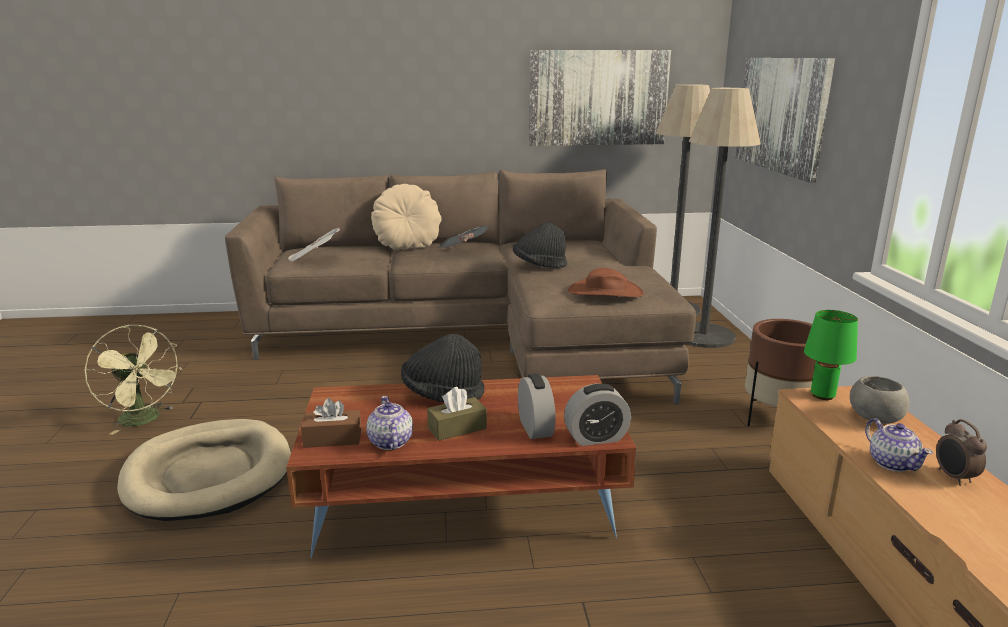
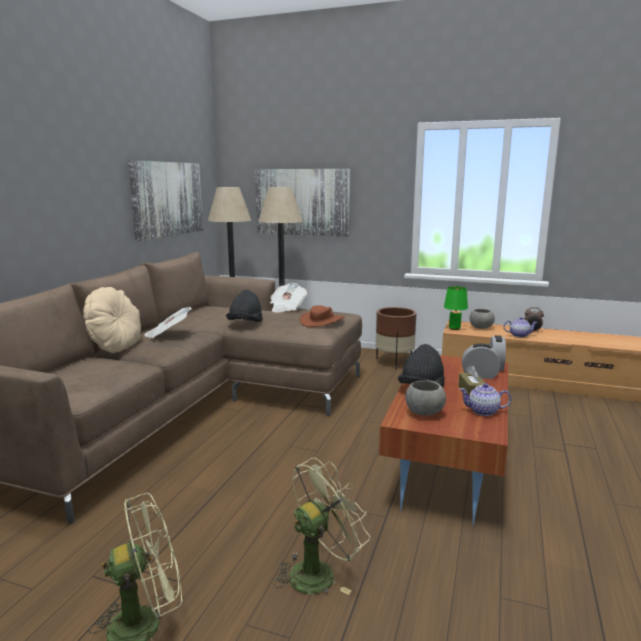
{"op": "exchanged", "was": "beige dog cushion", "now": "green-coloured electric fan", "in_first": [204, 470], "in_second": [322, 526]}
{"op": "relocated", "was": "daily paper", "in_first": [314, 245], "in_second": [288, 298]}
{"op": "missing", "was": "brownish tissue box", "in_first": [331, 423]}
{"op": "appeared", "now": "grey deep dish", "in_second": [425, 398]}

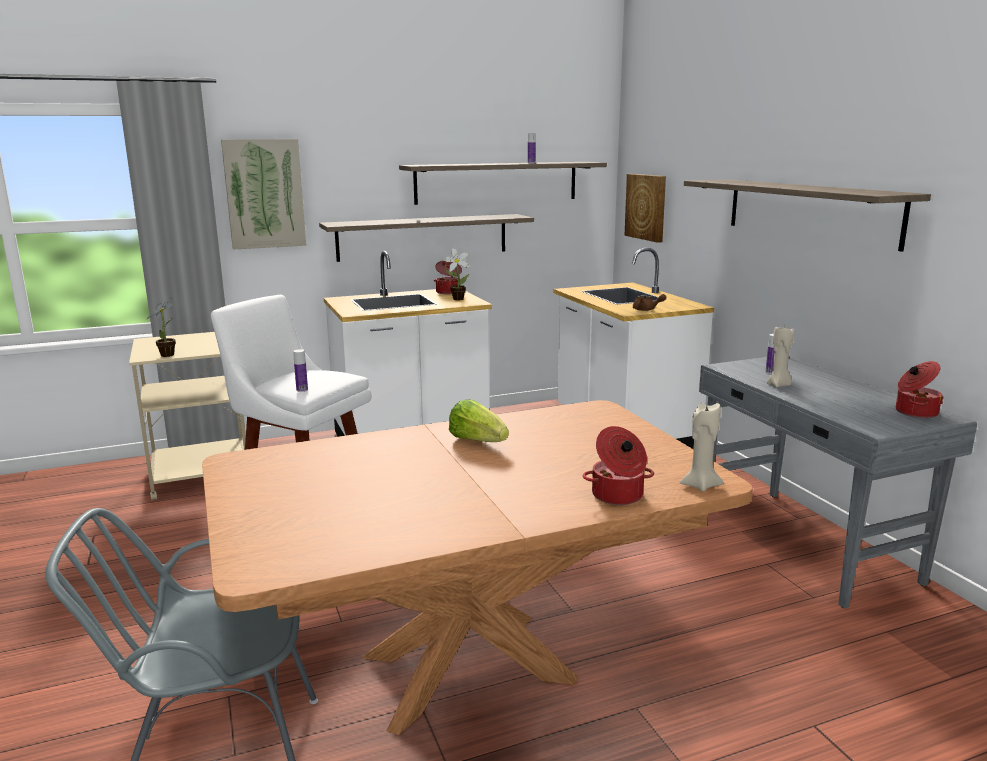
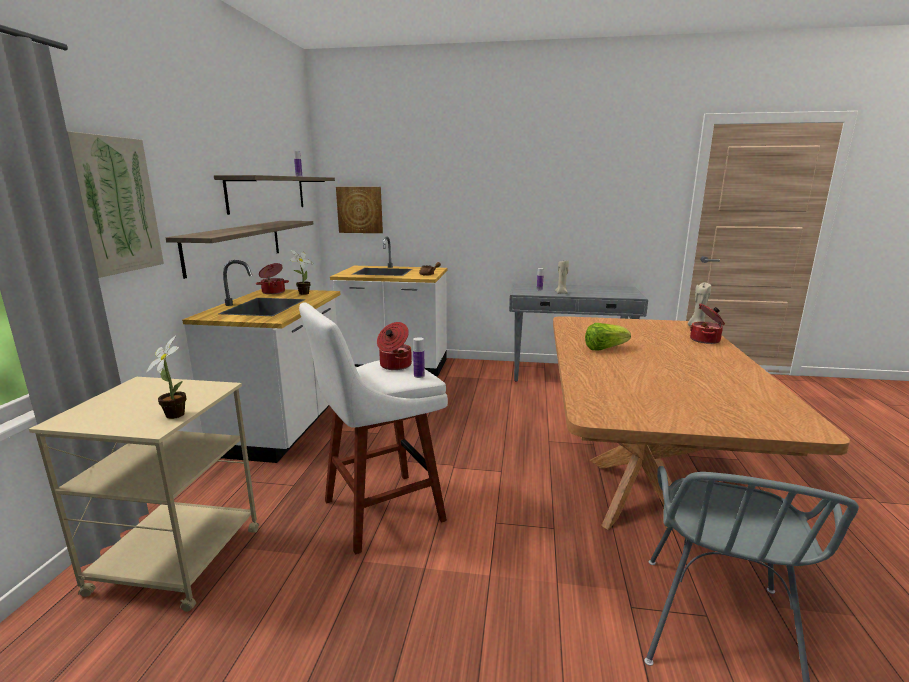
{"op": "missing", "was": "shelf", "in_first": [807, 215]}
{"op": "relocated", "was": "saucepot", "in_first": [920, 389], "in_second": [394, 346]}

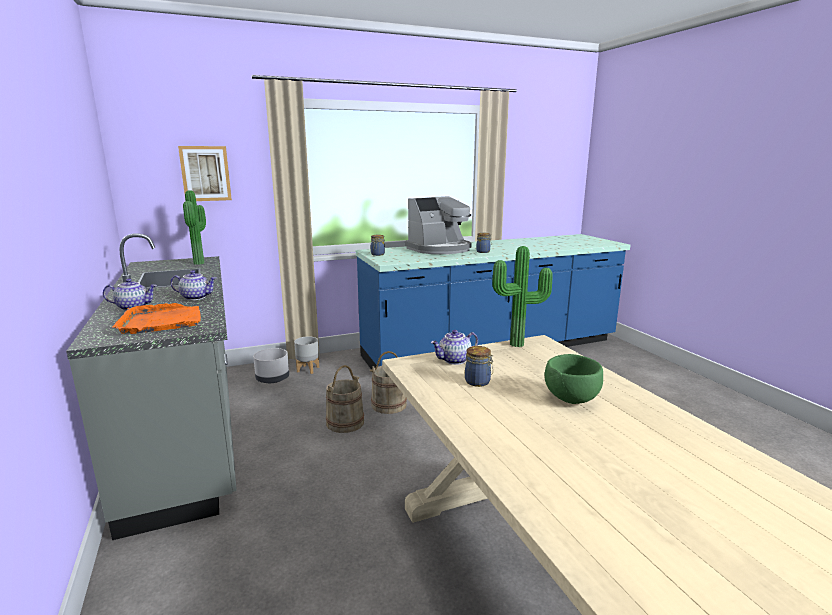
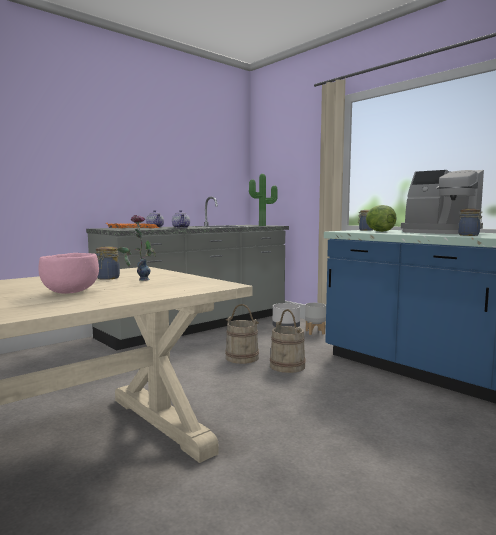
{"op": "missing", "was": "wall picture", "in_first": [205, 173]}
{"op": "missing", "was": "teapot", "in_first": [454, 347]}
{"op": "missing", "was": "houseplant", "in_first": [522, 296]}
{"op": "colour", "was": "green-coloured deep dish", "now": "pink deep dish", "in_first": [574, 379], "in_second": [68, 273]}
{"op": "appeared", "now": "decorative vase", "in_second": [136, 248]}
{"op": "appeared", "now": "lettuce head", "in_second": [381, 218]}

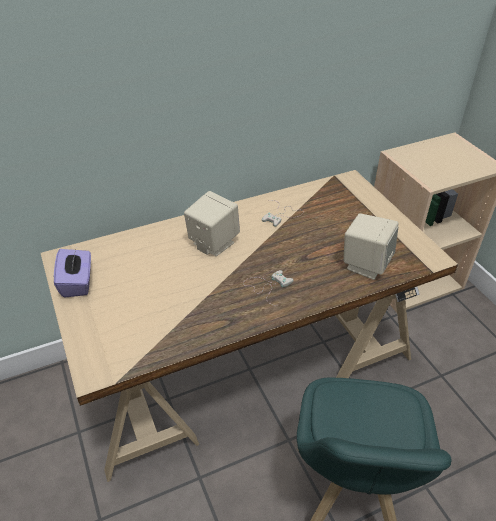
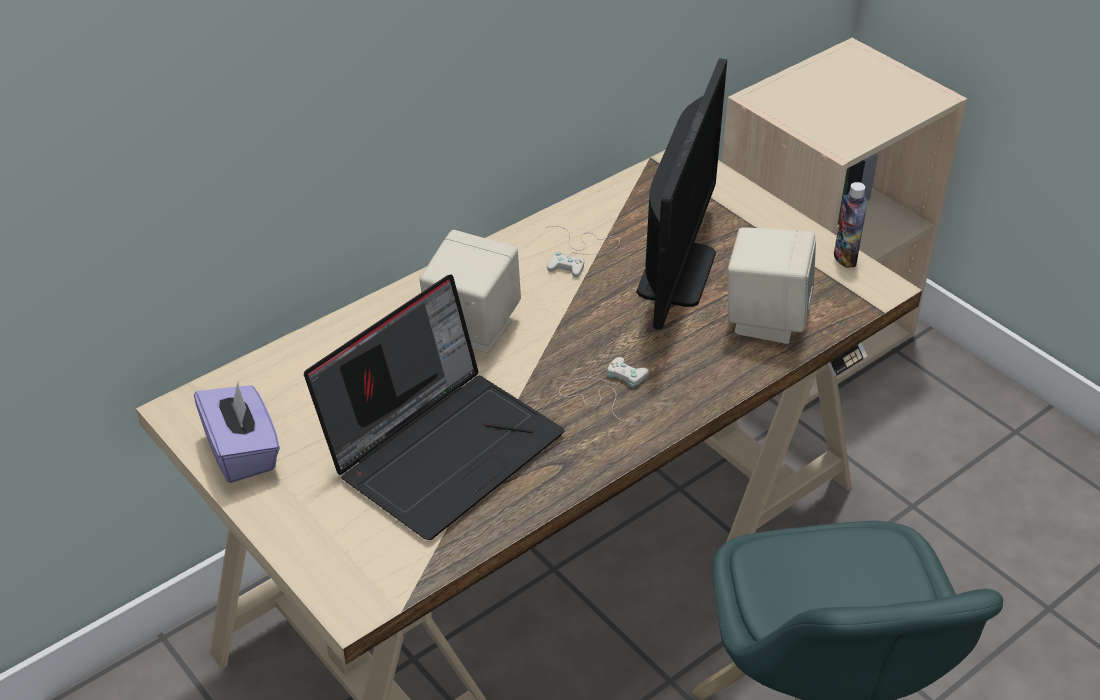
{"op": "appeared", "now": "notebook computer", "in_second": [434, 407]}
{"op": "appeared", "now": "monitor", "in_second": [682, 194]}
{"op": "appeared", "now": "bottle", "in_second": [850, 225]}

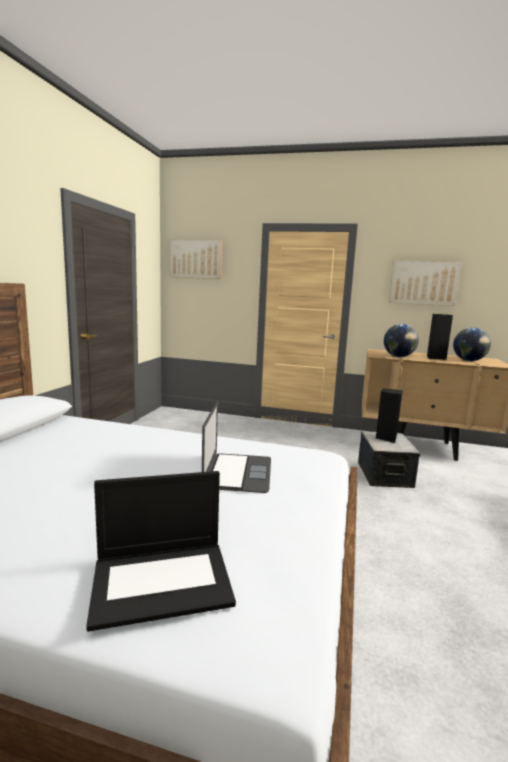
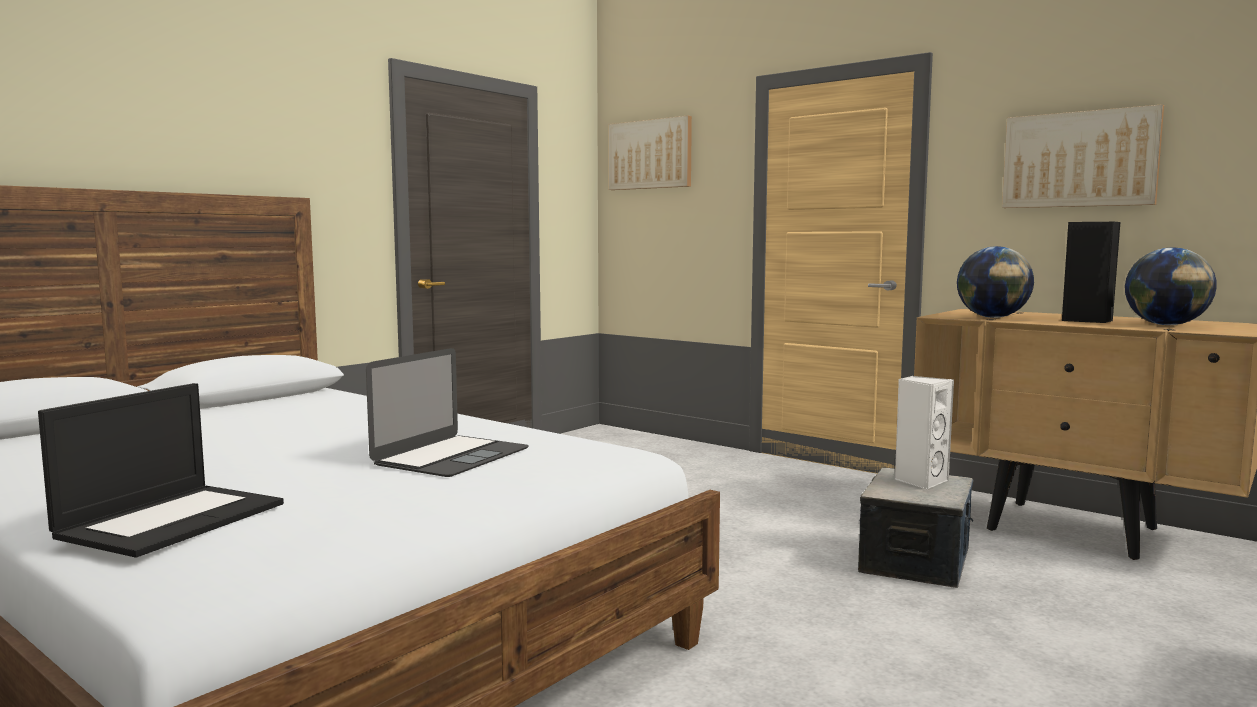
{"op": "spun", "was": "notebook computer", "in_first": [161, 551], "in_second": [161, 470], "clockwise": -75}
{"op": "colour", "was": "black audio speaker", "now": "white audio speaker", "in_first": [389, 416], "in_second": [924, 433]}

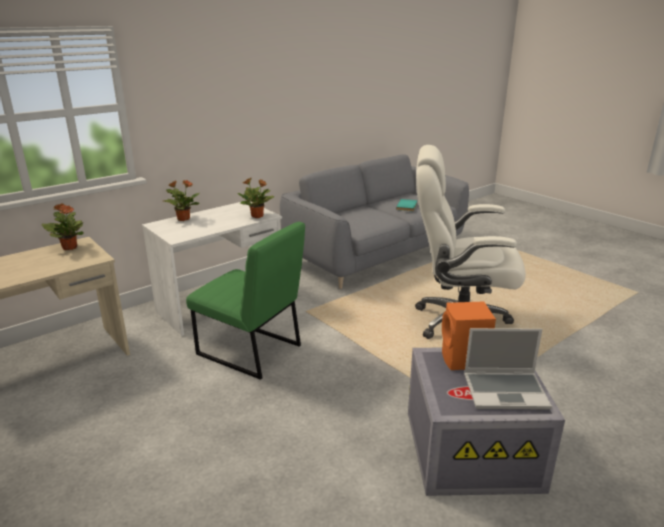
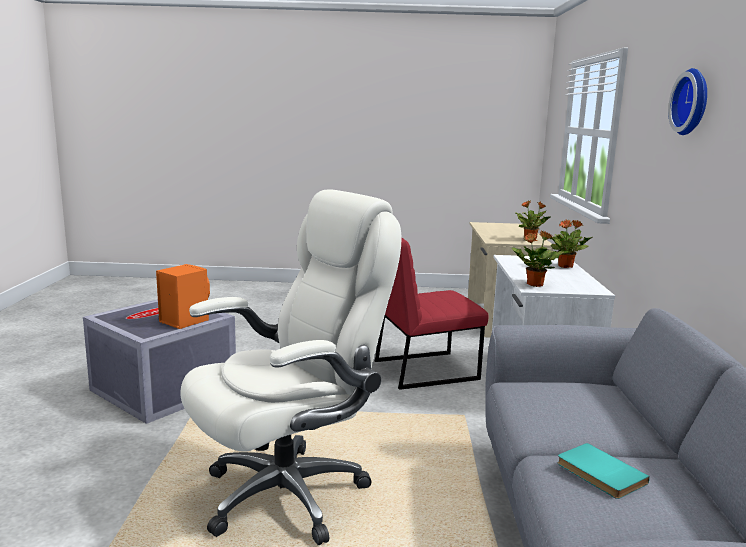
{"op": "colour", "was": "green-coloured upright chair", "now": "red-coloured upright chair", "in_first": [245, 301], "in_second": [431, 314]}
{"op": "missing", "was": "notebook computer", "in_first": [508, 369]}
{"op": "appeared", "now": "hanging clock", "in_second": [687, 101]}

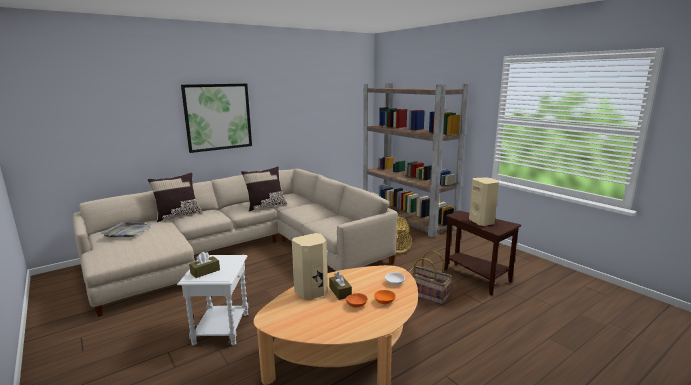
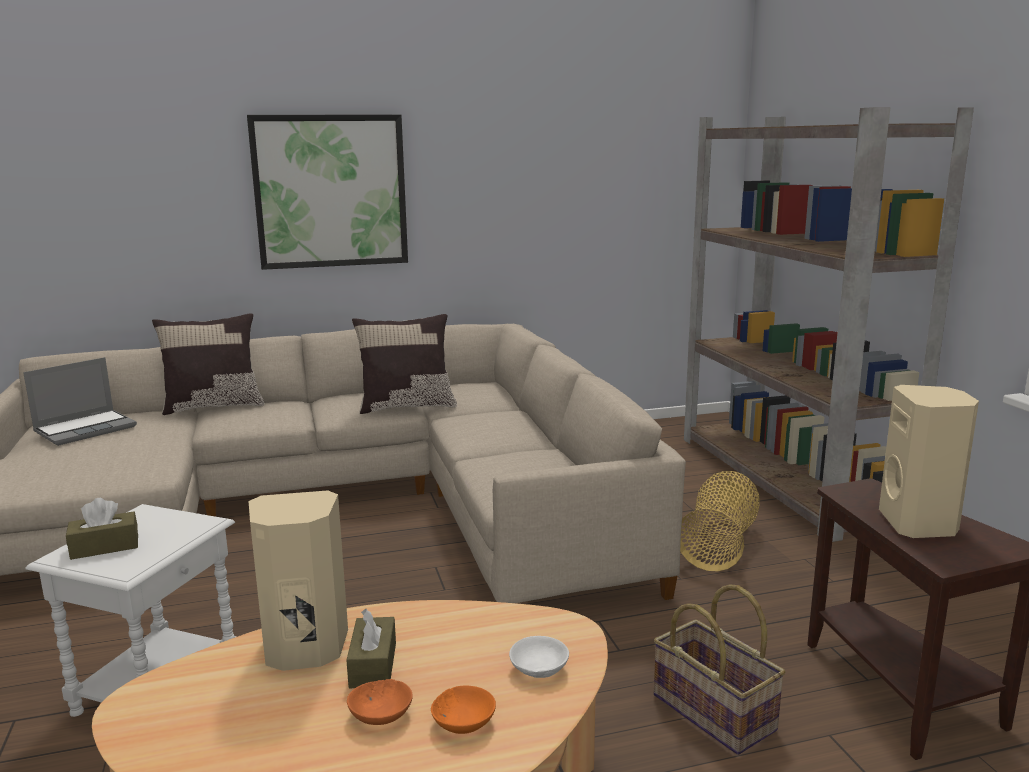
{"op": "exchanged", "was": "grey tray", "now": "notebook computer", "in_first": [126, 229], "in_second": [80, 401]}

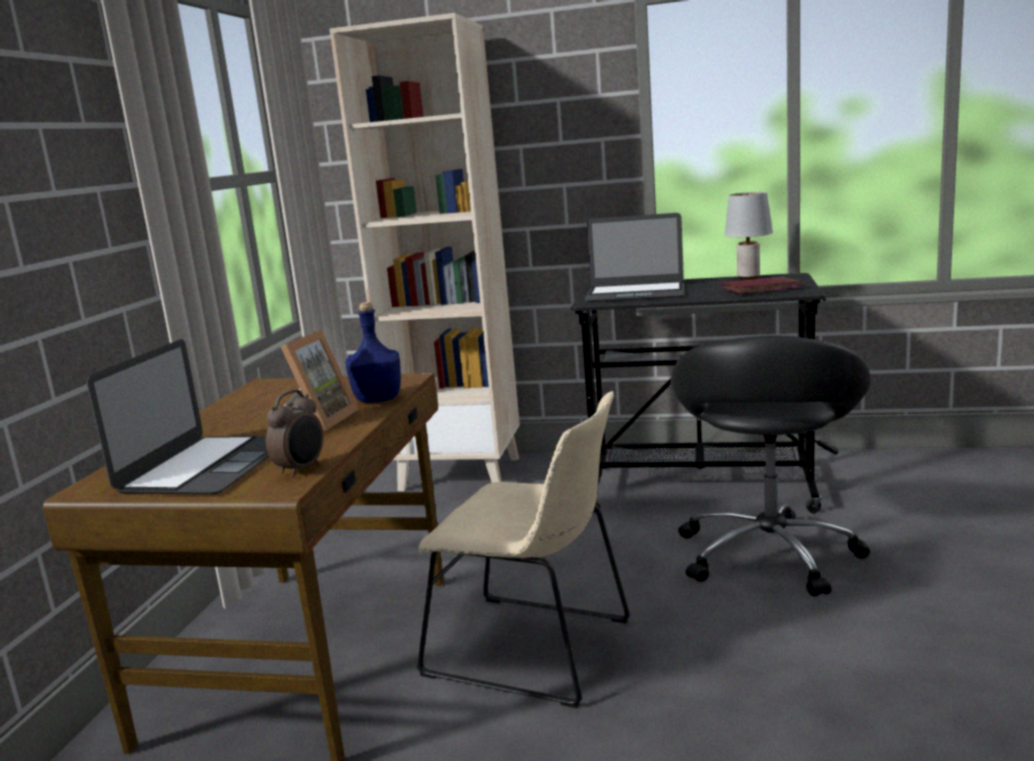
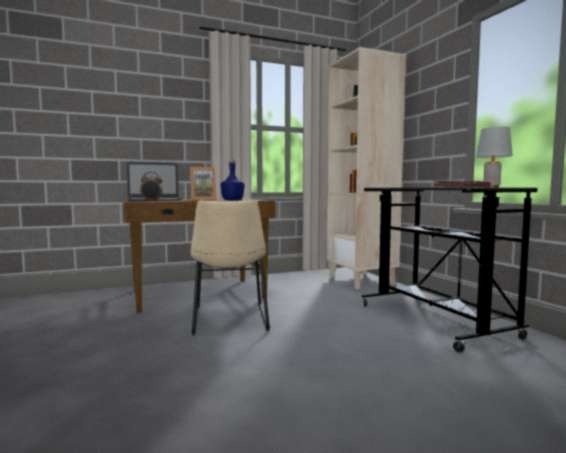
{"op": "missing", "was": "notebook computer", "in_first": [634, 257]}
{"op": "missing", "was": "black office chair", "in_first": [770, 466]}

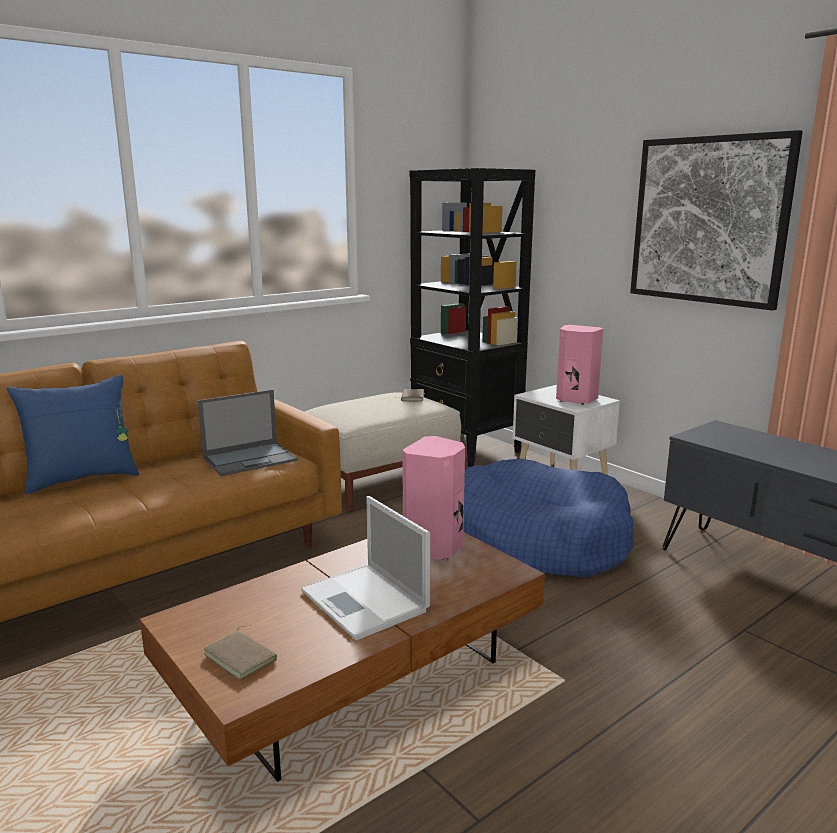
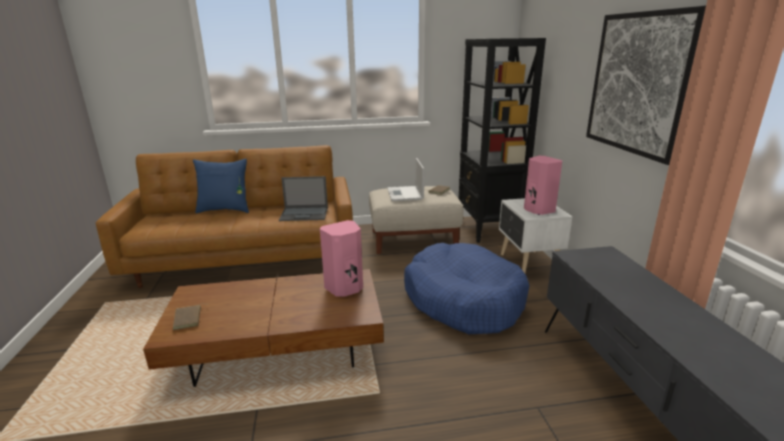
{"op": "relocated", "was": "notebook computer", "in_first": [365, 568], "in_second": [405, 179]}

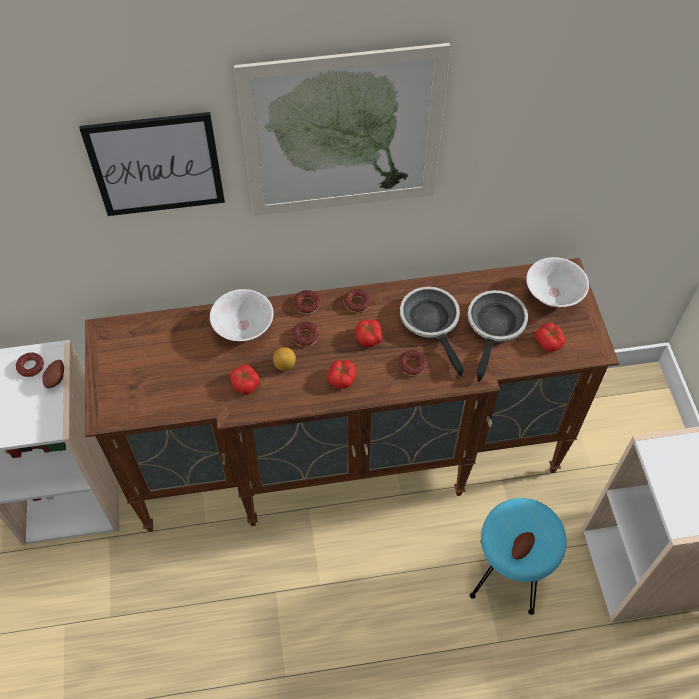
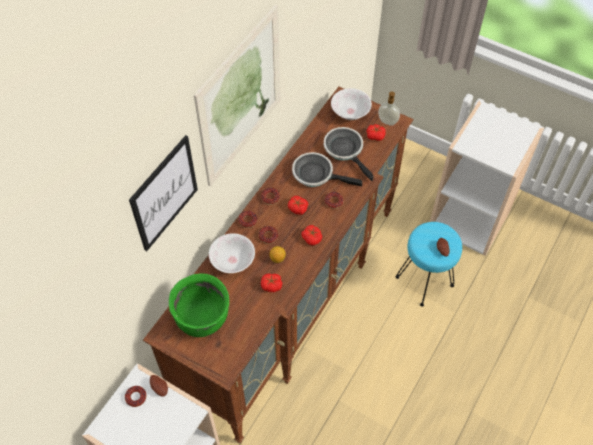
{"op": "appeared", "now": "green-coloured saucepot", "in_second": [199, 305]}
{"op": "appeared", "now": "liquid soap bottle", "in_second": [389, 109]}

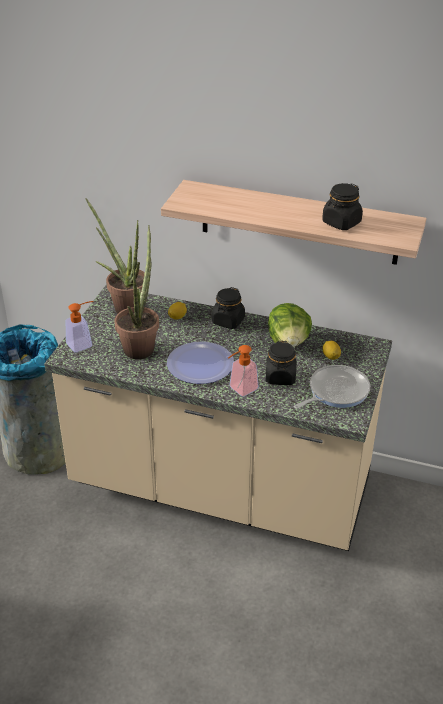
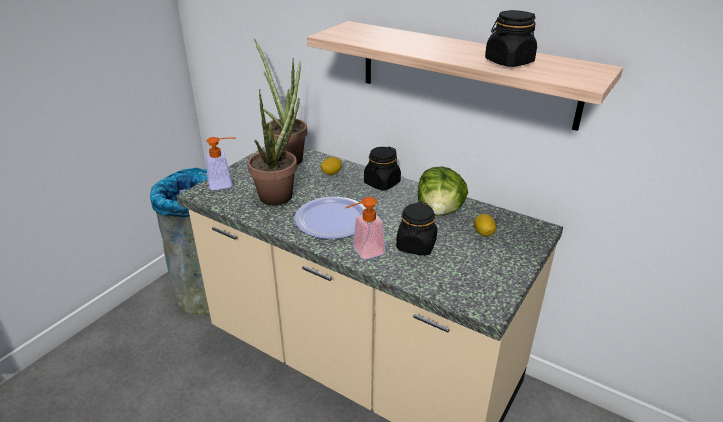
{"op": "missing", "was": "pan", "in_first": [332, 387]}

